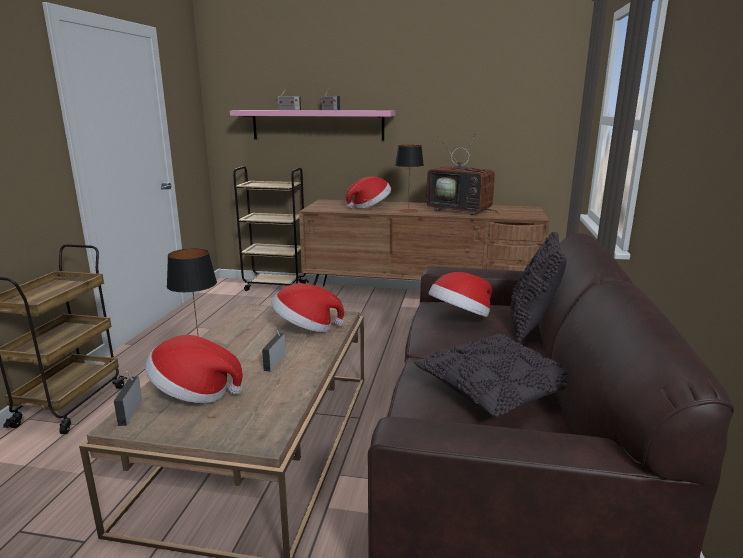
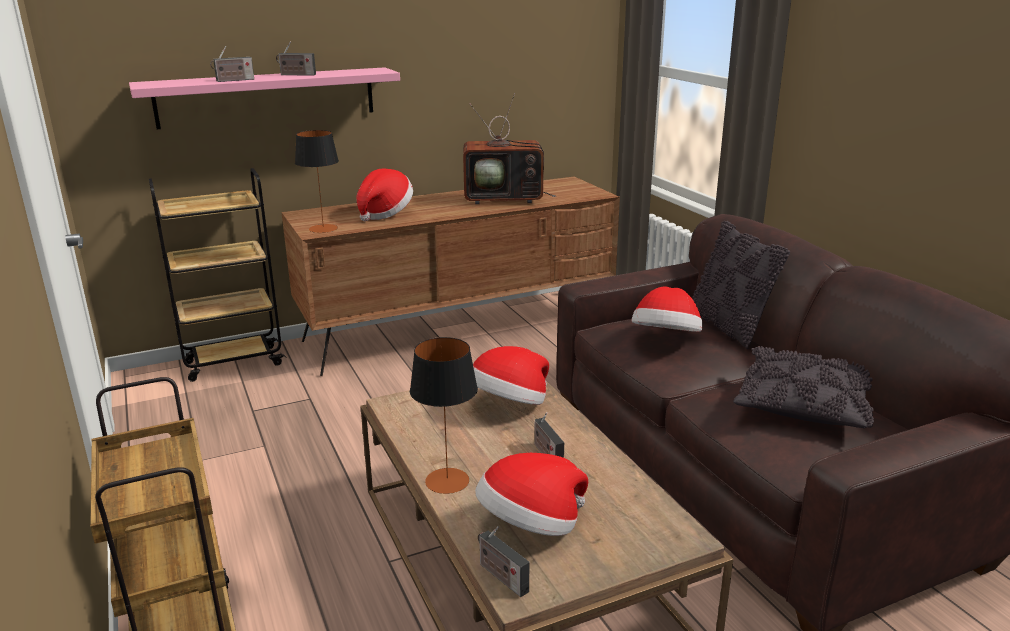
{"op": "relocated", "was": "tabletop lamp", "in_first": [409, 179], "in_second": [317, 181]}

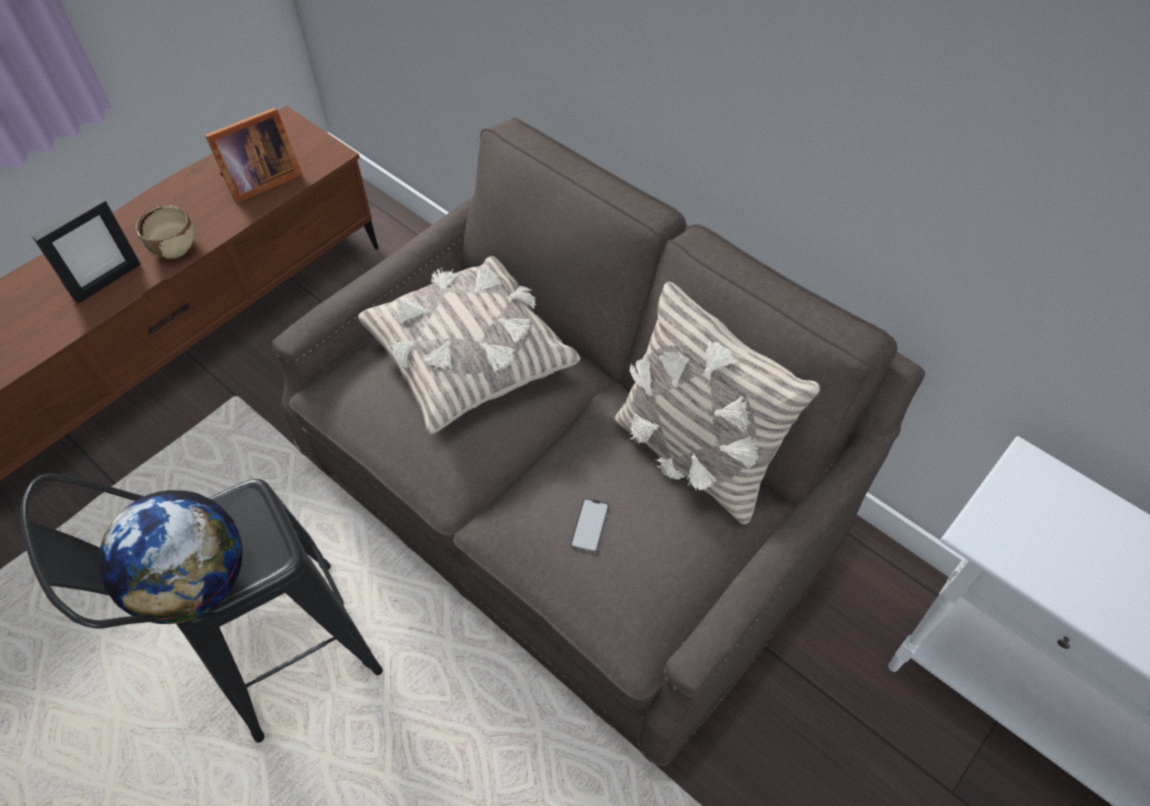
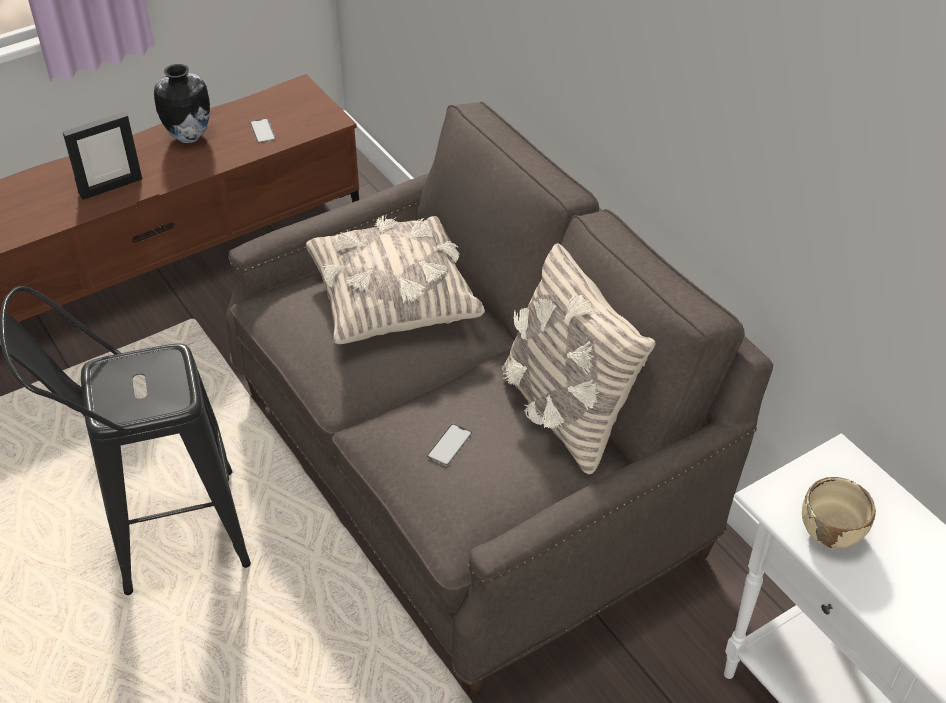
{"op": "missing", "was": "desk globe", "in_first": [170, 557]}
{"op": "relocated", "was": "beige deep dish", "in_first": [165, 231], "in_second": [839, 512]}
{"op": "exchanged", "was": "photo frame", "now": "handset", "in_first": [253, 155], "in_second": [263, 130]}
{"op": "appeared", "now": "decorative vase", "in_second": [182, 103]}

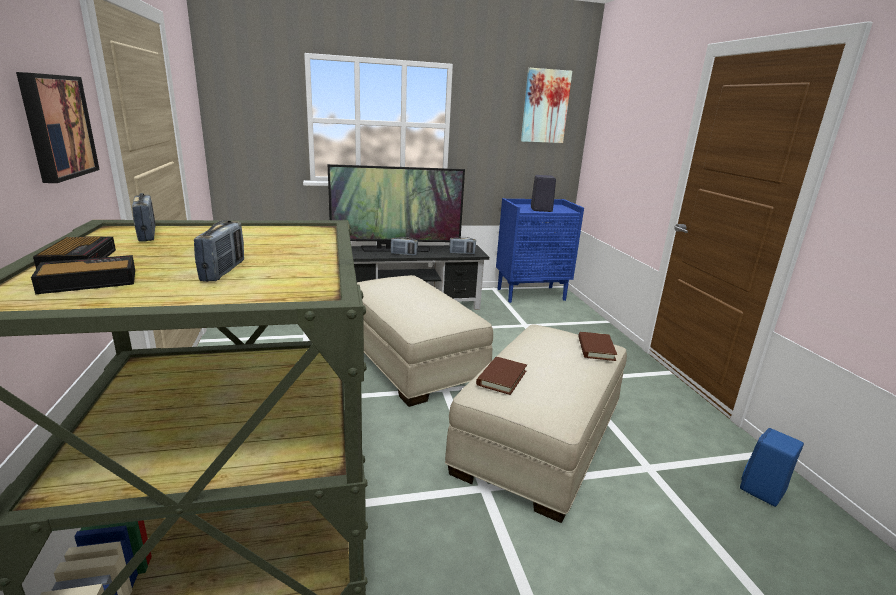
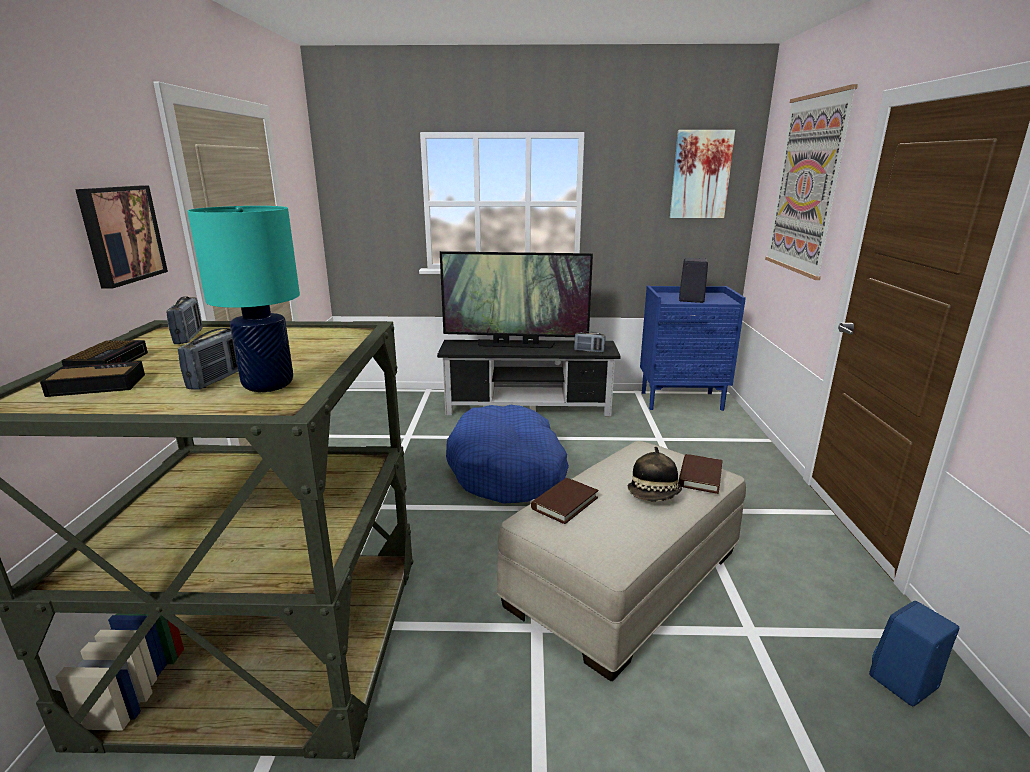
{"op": "exchanged", "was": "beige pouffe", "now": "blue-coloured dog cushion", "in_first": [425, 341], "in_second": [507, 454]}
{"op": "missing", "was": "radio set", "in_first": [404, 246]}
{"op": "appeared", "now": "turquoise-coloured tabletop lamp", "in_second": [243, 299]}
{"op": "appeared", "now": "hat", "in_second": [655, 474]}
{"op": "appeared", "now": "wall picture", "in_second": [811, 182]}

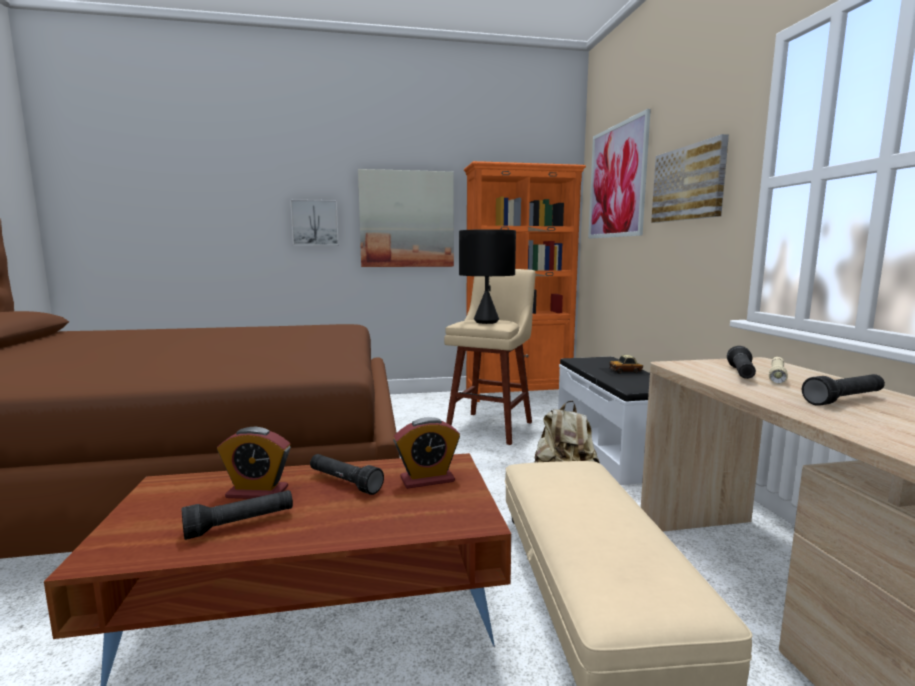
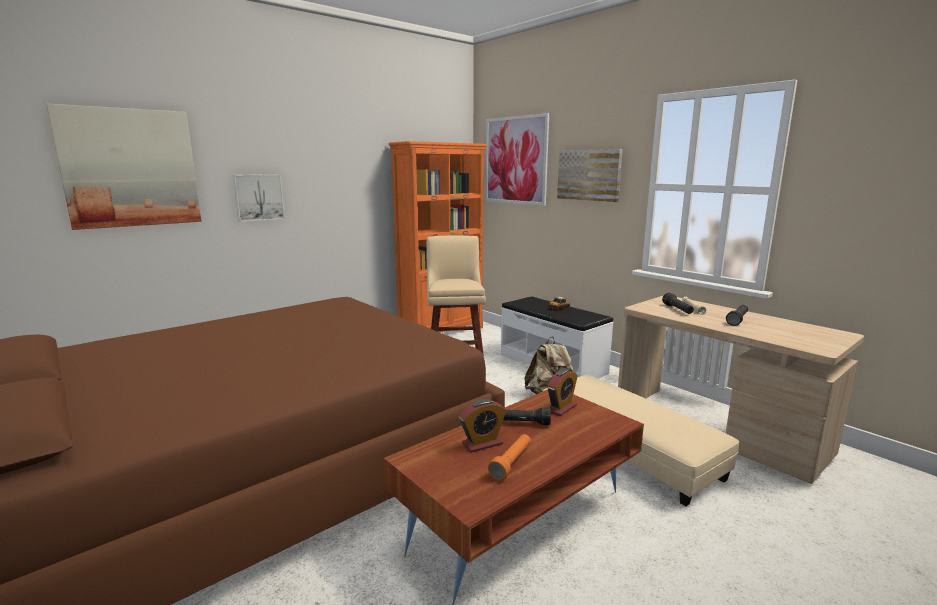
{"op": "colour", "was": "black flashlight", "now": "orange-coloured flashlight", "in_first": [237, 515], "in_second": [509, 457]}
{"op": "relocated", "was": "wall picture", "in_first": [406, 218], "in_second": [123, 167]}
{"op": "missing", "was": "black tabletop lamp", "in_first": [487, 276]}

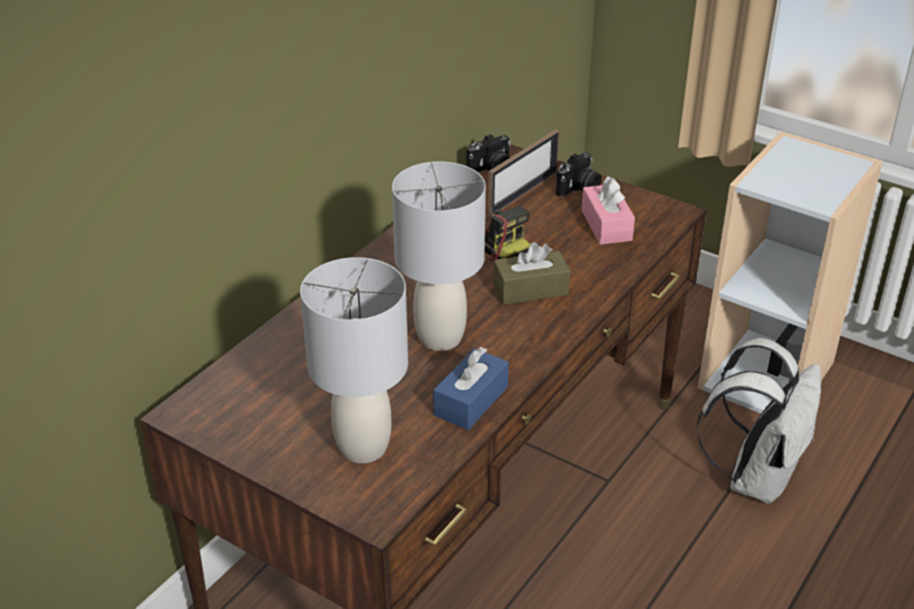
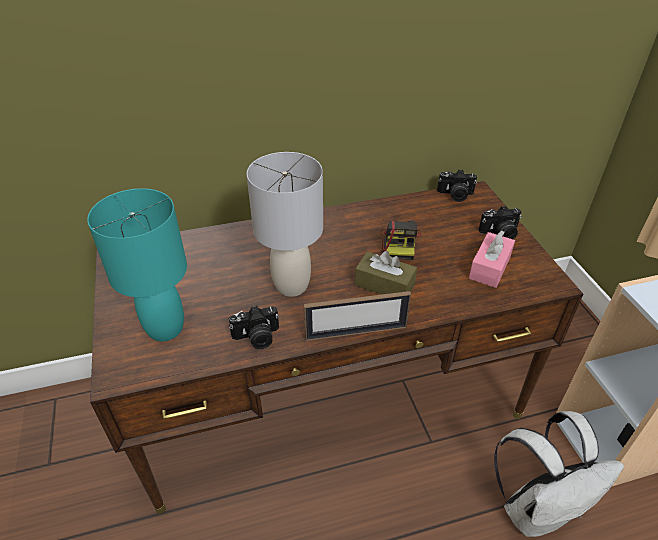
{"op": "colour", "was": "grey tabletop lamp", "now": "turquoise-coloured tabletop lamp", "in_first": [354, 360], "in_second": [137, 264]}
{"op": "exchanged", "was": "blue-coloured tissue box", "now": "still camera", "in_first": [471, 388], "in_second": [254, 327]}
{"op": "relocated", "was": "photo frame", "in_first": [524, 173], "in_second": [357, 316]}

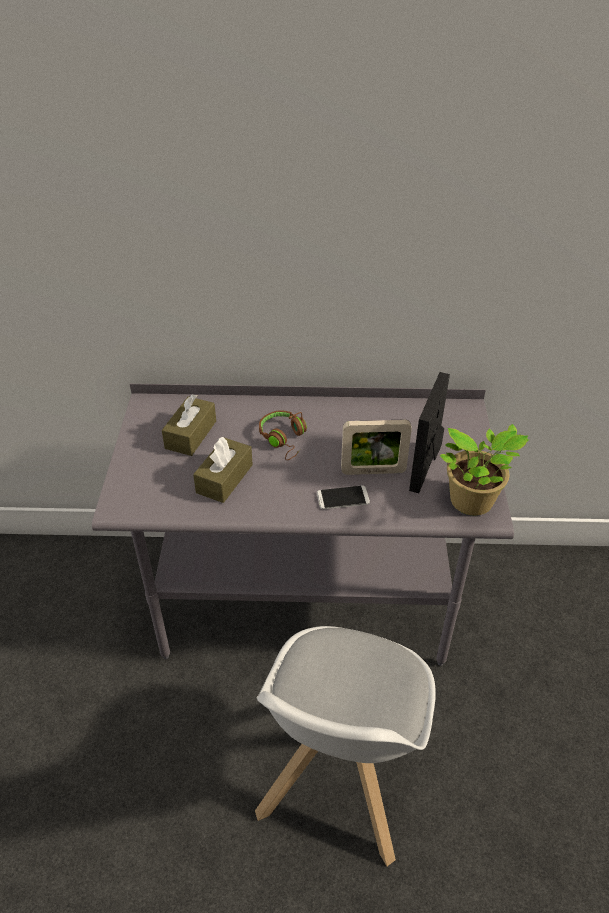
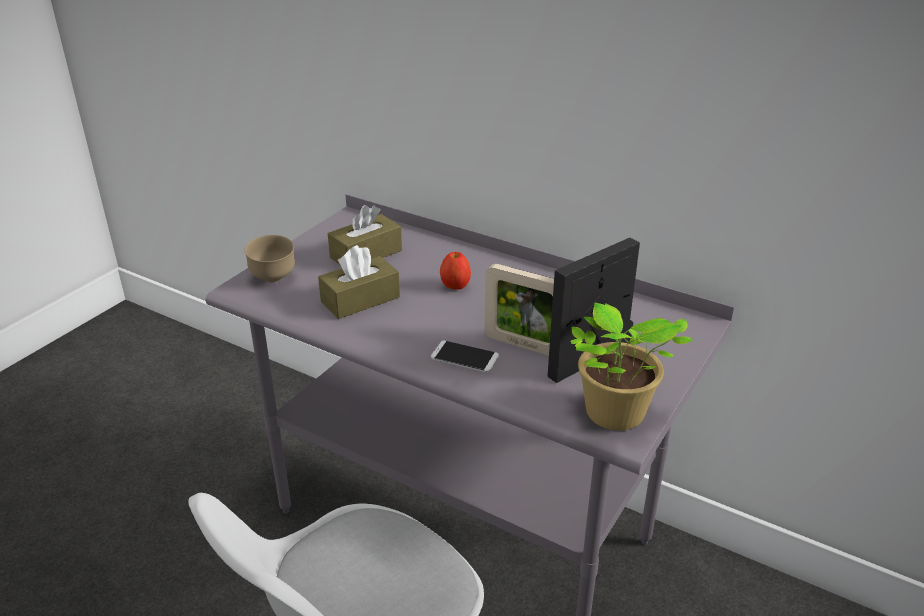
{"op": "exchanged", "was": "brownish headphones", "now": "apple", "in_first": [283, 435], "in_second": [455, 271]}
{"op": "appeared", "now": "brownish deep dish", "in_second": [269, 258]}

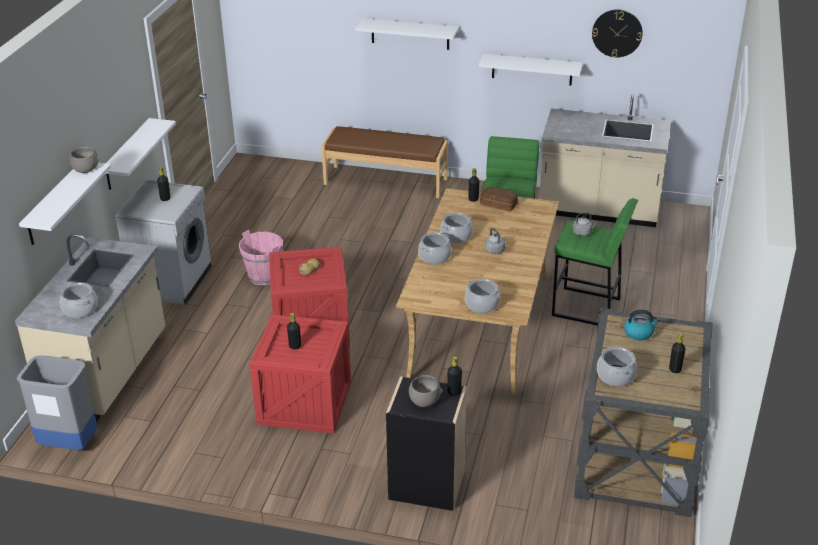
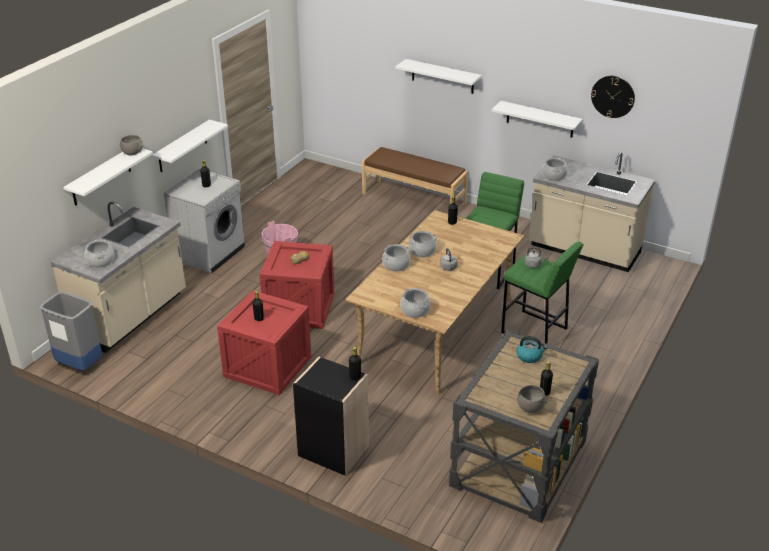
{"op": "relocated", "was": "grey deep dish", "in_first": [426, 391], "in_second": [532, 399]}
{"op": "missing", "was": "bakery bread", "in_first": [499, 199]}
{"op": "relocated", "was": "saucepot", "in_first": [617, 366], "in_second": [555, 169]}

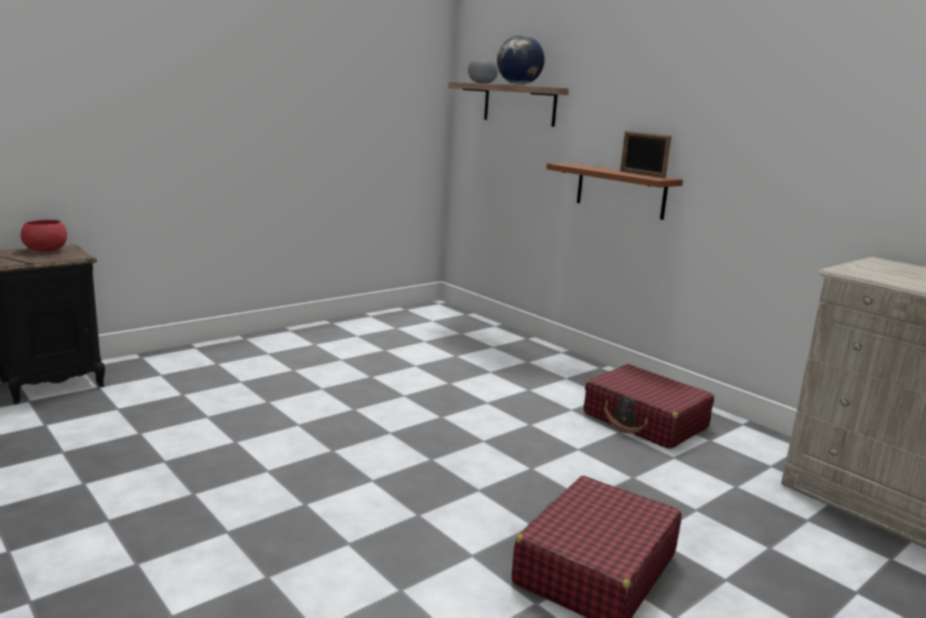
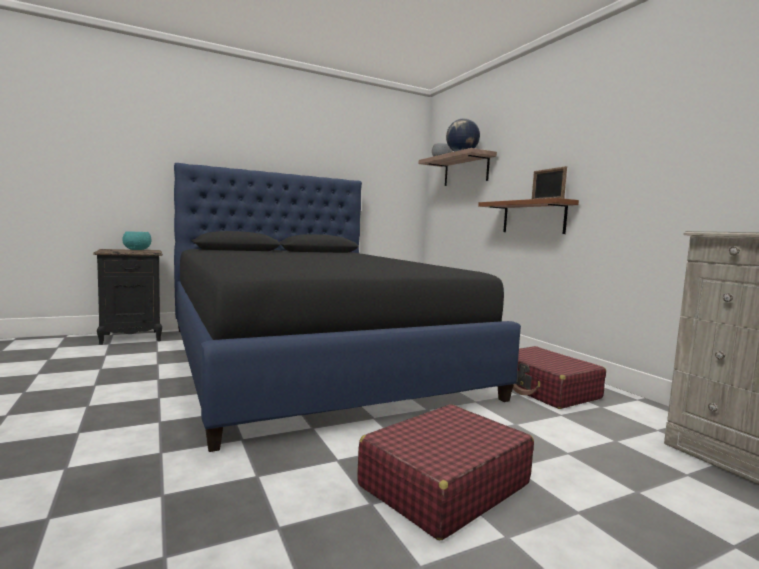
{"op": "colour", "was": "red-coloured deep dish", "now": "turquoise-coloured deep dish", "in_first": [44, 236], "in_second": [136, 240]}
{"op": "appeared", "now": "black bedroom bed", "in_second": [347, 307]}

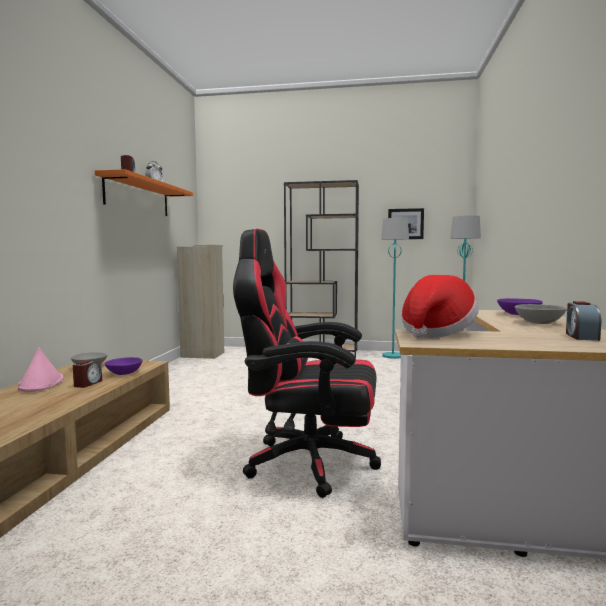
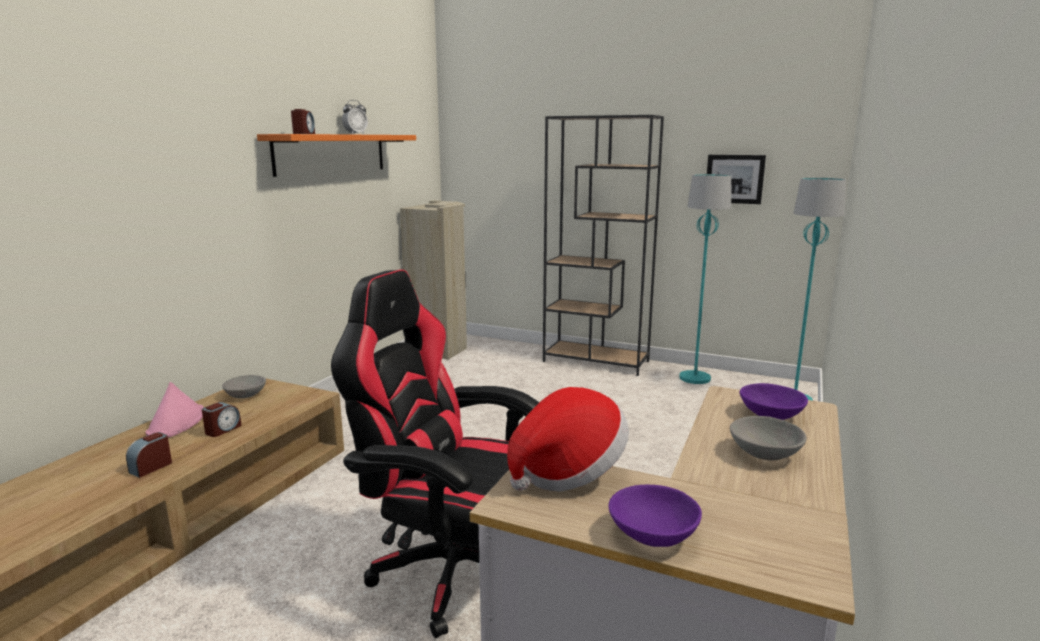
{"op": "relocated", "was": "purple deep dish", "in_first": [123, 366], "in_second": [655, 516]}
{"op": "relocated", "was": "table clock", "in_first": [583, 321], "in_second": [149, 455]}

